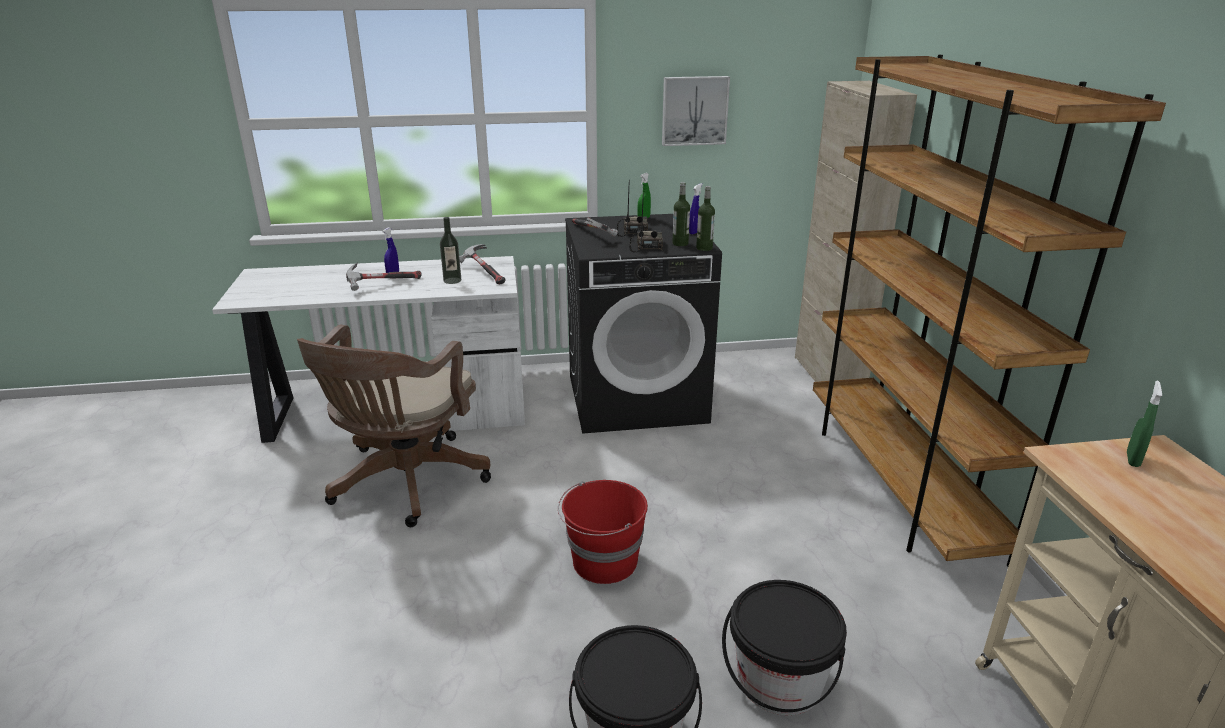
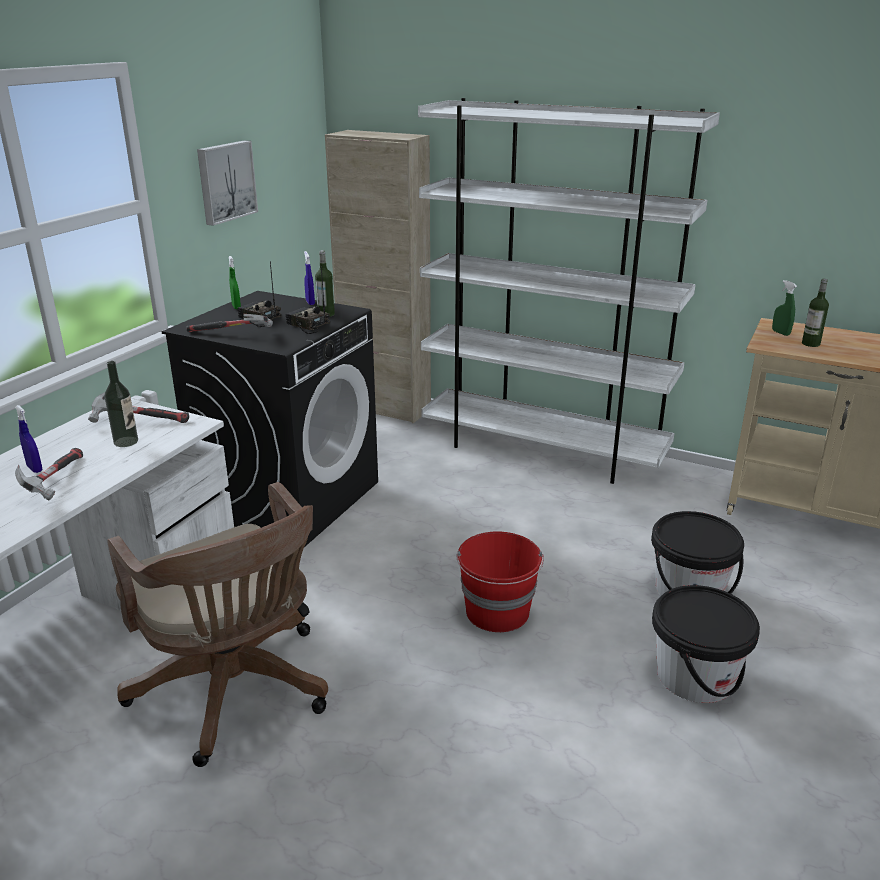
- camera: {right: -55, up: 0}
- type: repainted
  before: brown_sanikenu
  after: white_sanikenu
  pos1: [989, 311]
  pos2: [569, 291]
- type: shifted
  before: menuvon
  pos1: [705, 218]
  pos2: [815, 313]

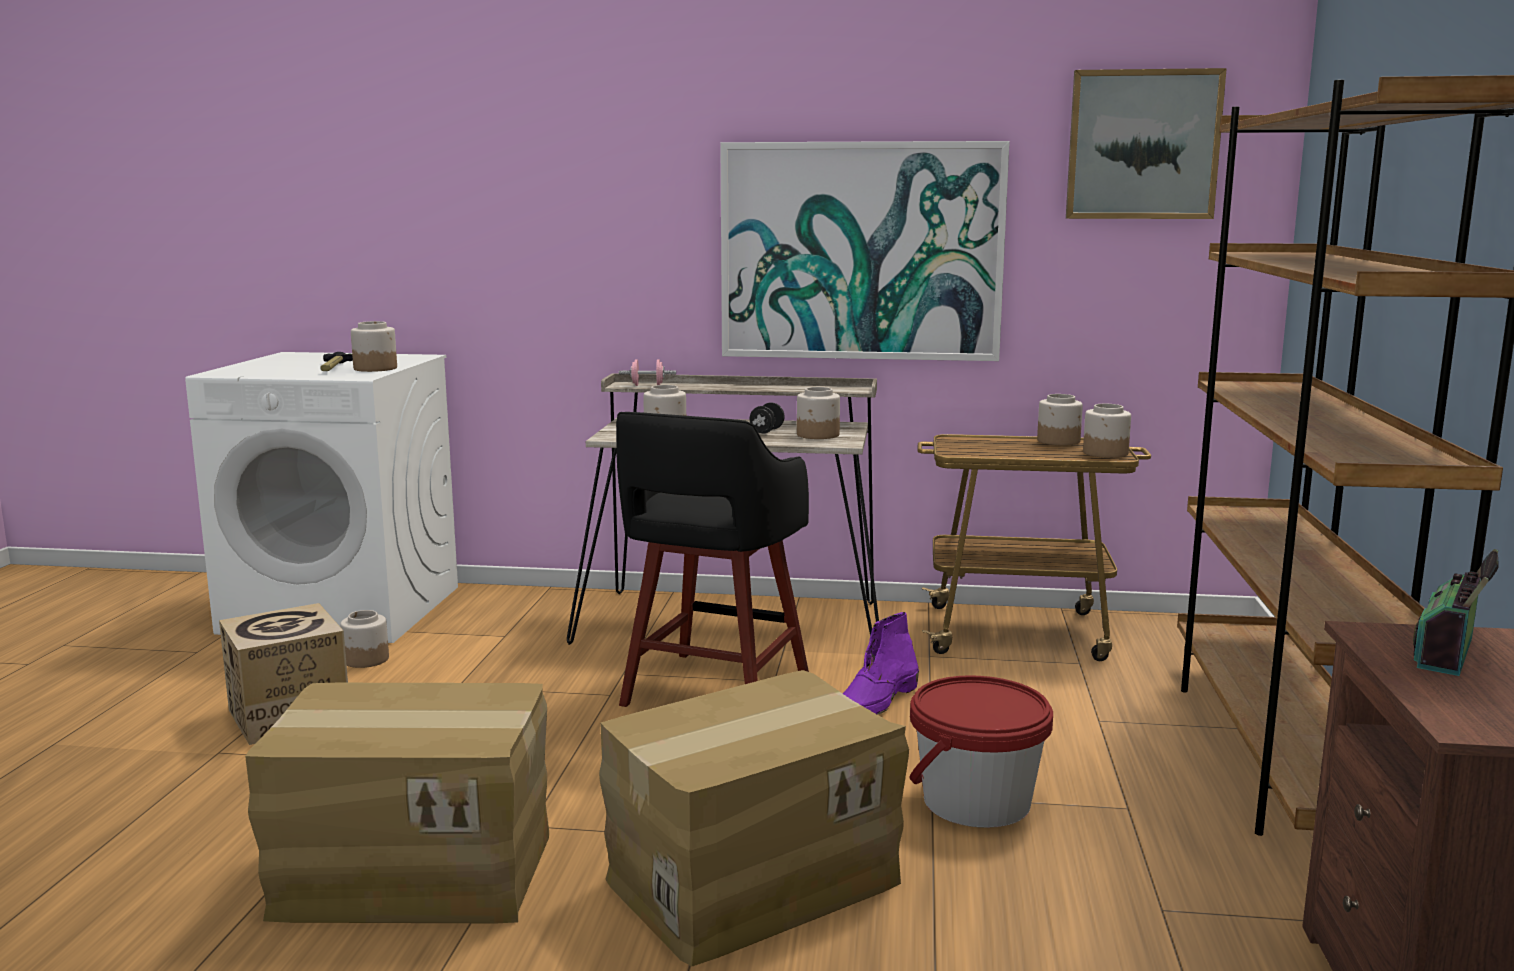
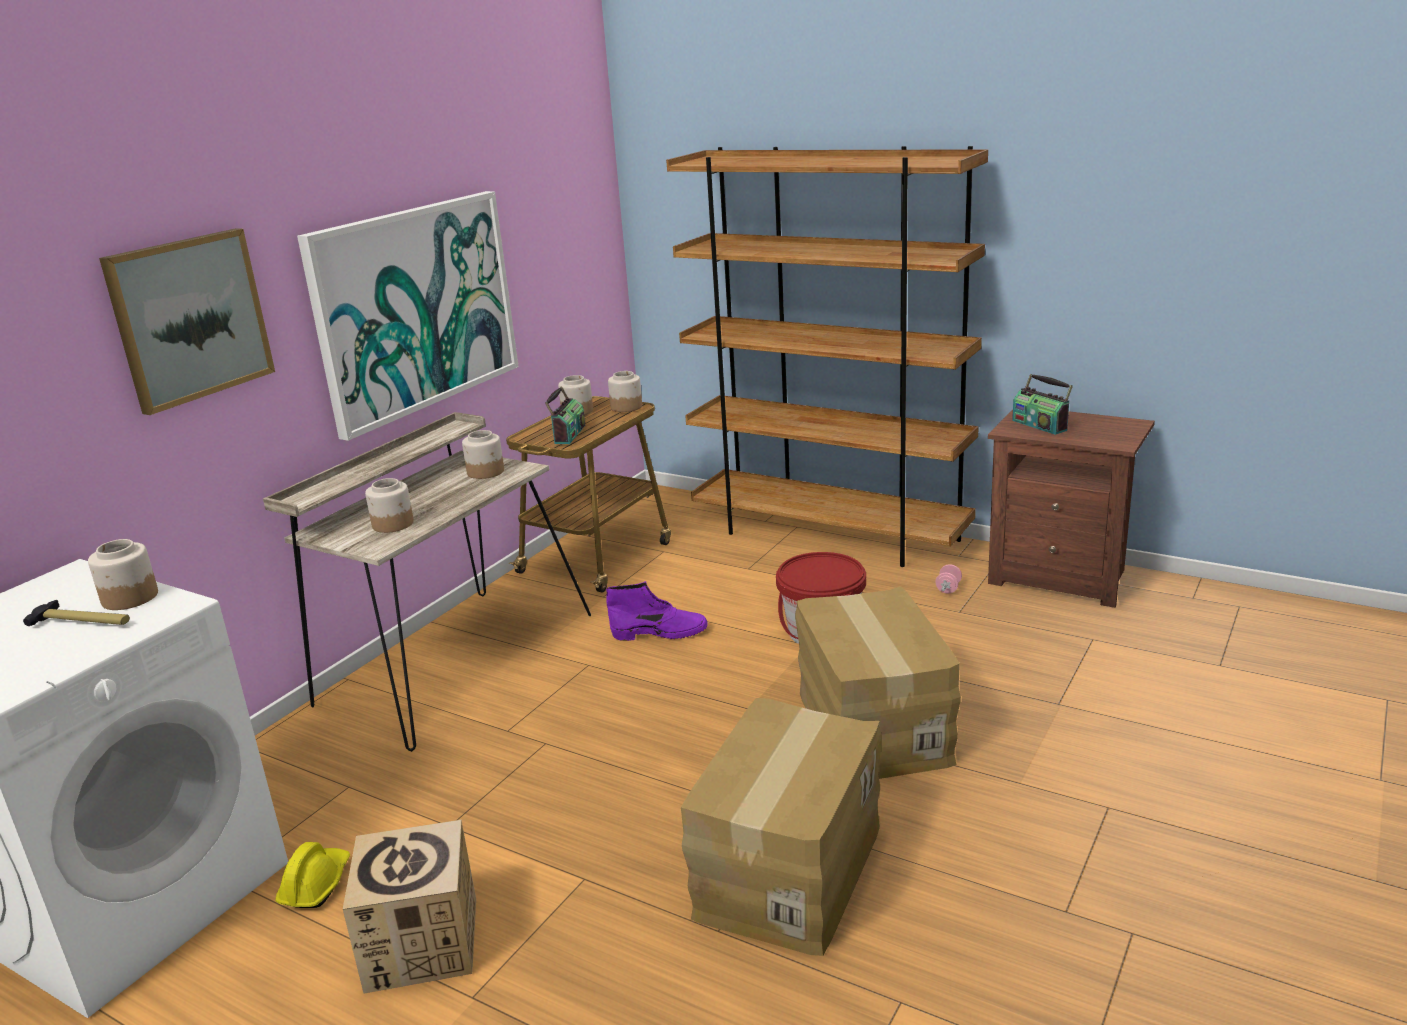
- camera: {right: -65, up: 10}
- type: shifted
  before: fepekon
  pos1: [1146, 143]
  pos2: [187, 321]
- type: shifted
  before: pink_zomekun
  pos1: [647, 372]
  pos2: [949, 578]
- type: gone
  before: black_zomekun
  pos1: [767, 417]
- type: gone
  before: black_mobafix
  pos1: [712, 559]
- type: swapped
  before: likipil
  after: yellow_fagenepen
  pos1: [364, 639]
  pos2: [312, 875]
- type: rotated
  before: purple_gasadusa
  pos1: [880, 663]
  pos2: [657, 611]
  turn: -60
- type: new
  after: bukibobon
  pos2: [565, 415]

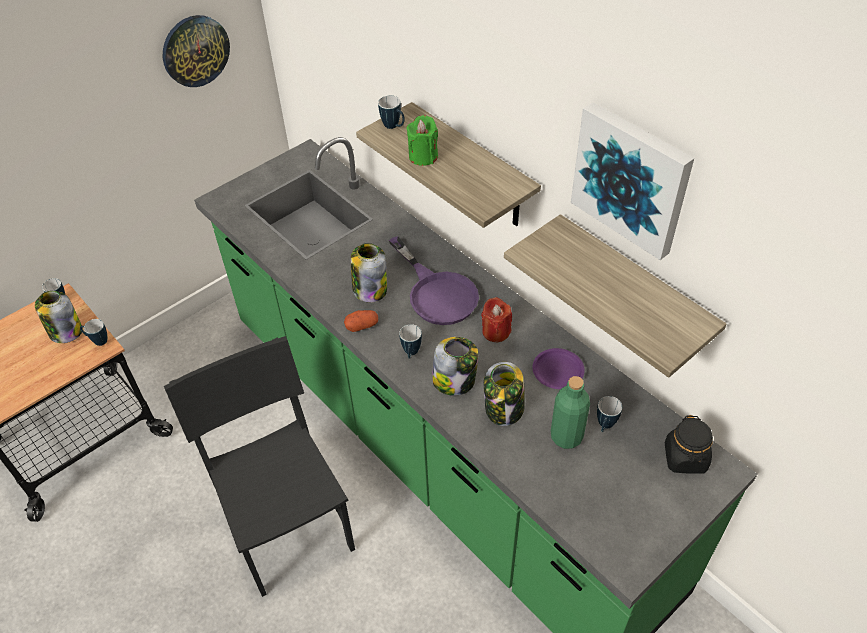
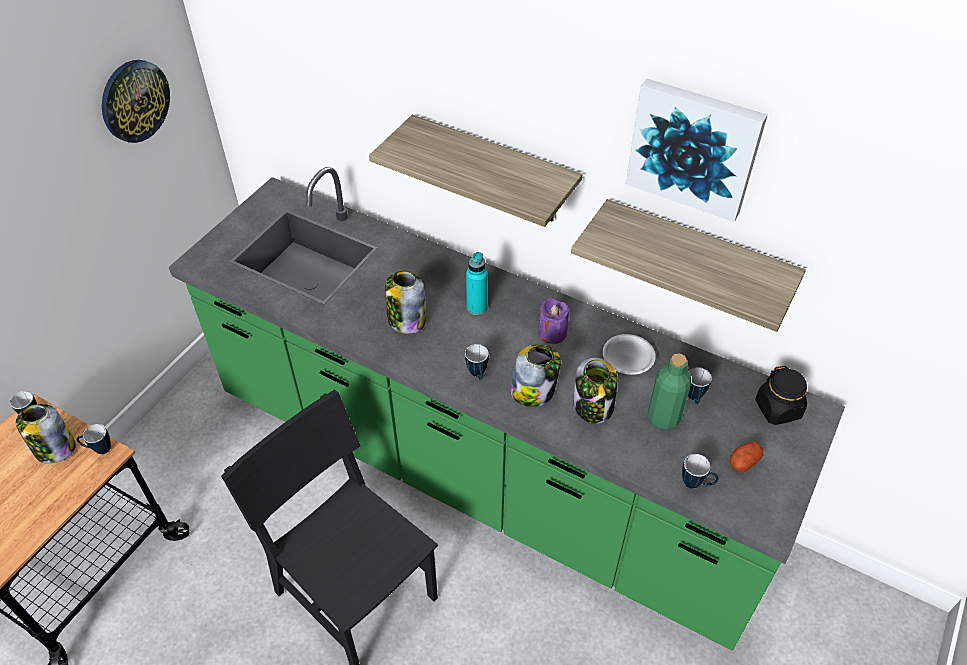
- camera: {right: -20, up: 0}
- type: shifted
  before: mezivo
  pos1: [391, 112]
  pos2: [700, 471]
- type: gone
  before: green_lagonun
  pos1: [422, 140]
- type: swapped
  before: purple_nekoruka
  after: turquoise_menuvon
  pos1: [434, 280]
  pos2: [476, 283]
- type: repainted
  before: red_lagonun
  after: purple_lagonun
  pos1: [496, 319]
  pos2: [554, 320]
- type: shifted
  before: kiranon
  pos1: [361, 321]
  pos2: [746, 456]
- type: repainted
  before: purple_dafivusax
  after: white_dafivusax
  pos1: [558, 368]
  pos2: [629, 354]

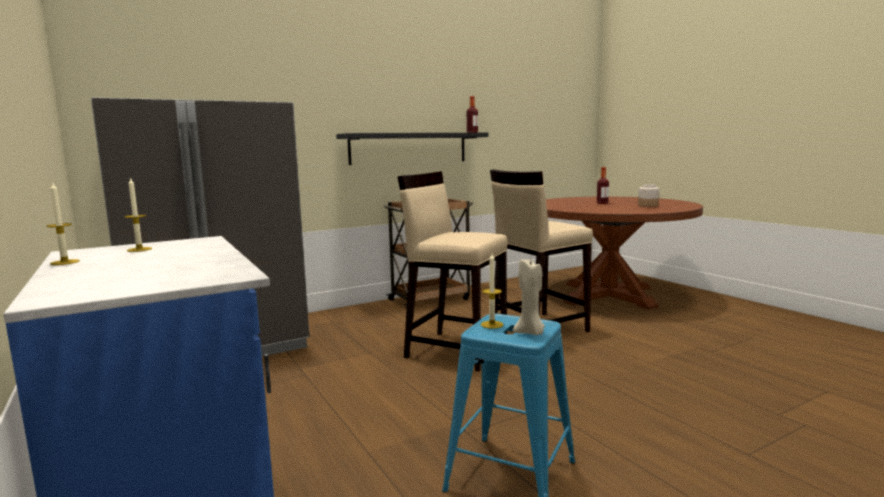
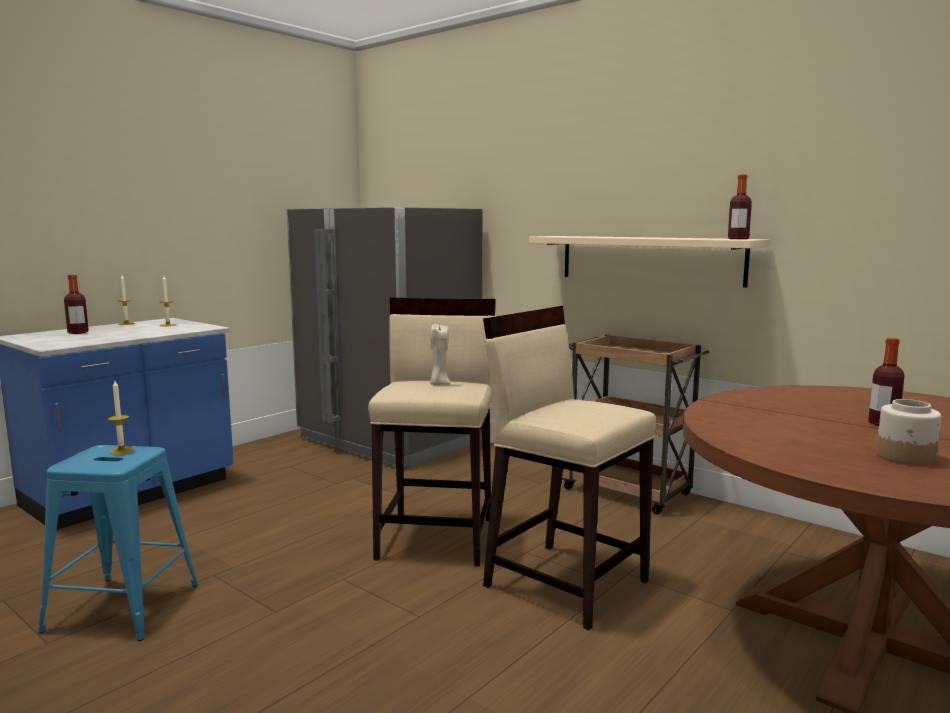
- camera: {right: 70, up: 0}
- type: repainted
  before: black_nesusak
  after: beige_nesusak
  pos1: [412, 149]
  pos2: [649, 262]
- type: shifted
  before: beige_lagonun
  pos1: [529, 297]
  pos2: [440, 354]
- type: new
  after: menuvon
  pos2: [76, 304]

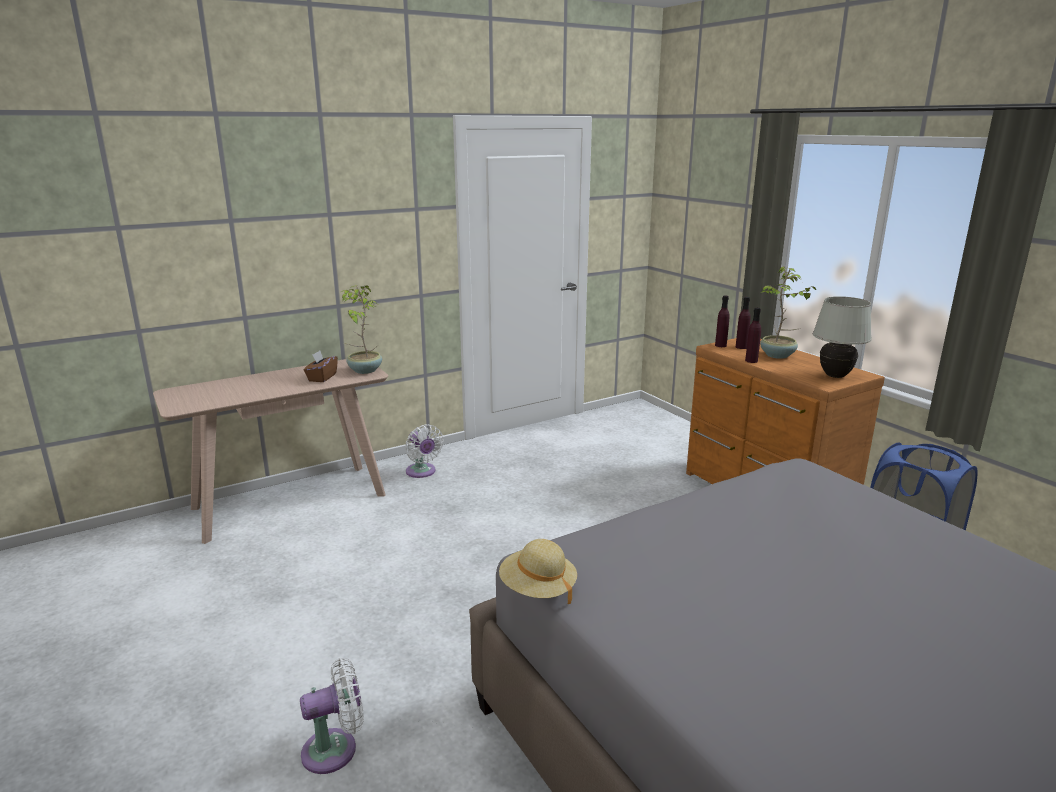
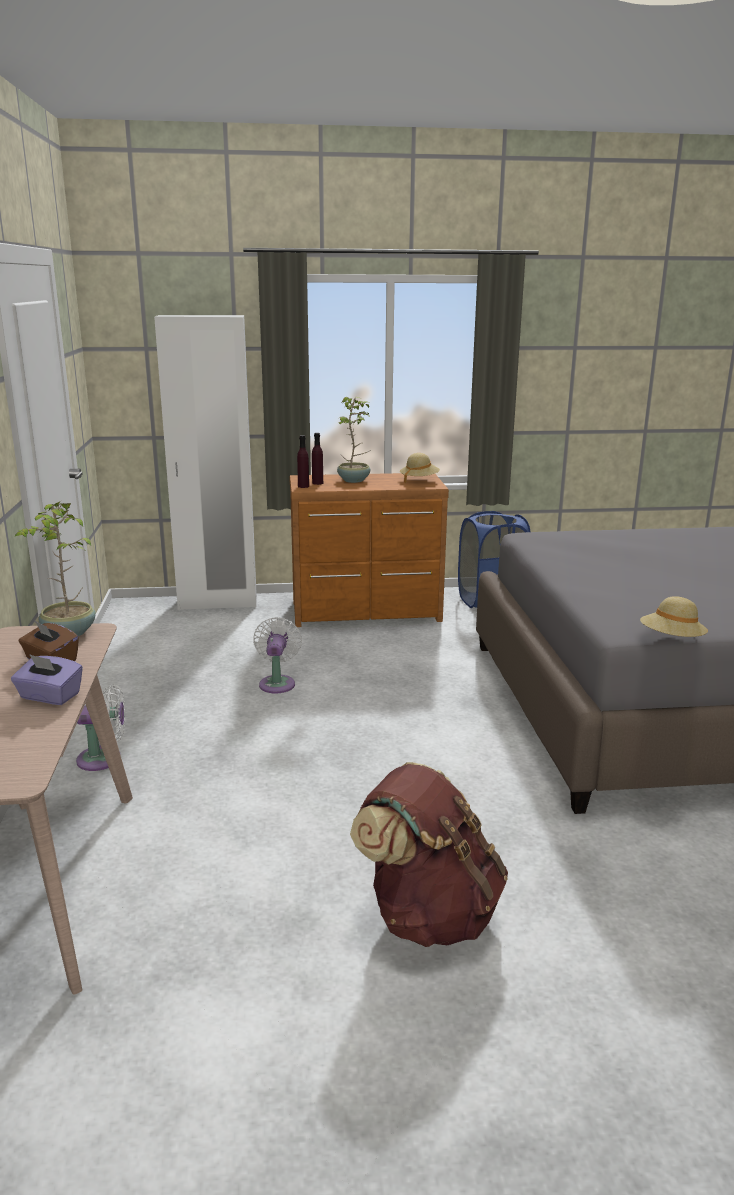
- camera: {right: -65, up: 0}
- type: swapped
  before: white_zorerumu
  after: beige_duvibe
  pos1: [842, 337]
  pos2: [420, 468]
- type: gone
  before: purple_menuvon
  pos1: [753, 335]
- type: shifted
  before: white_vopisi
  pos1: [332, 716]
  pos2: [277, 655]
- type: new
  after: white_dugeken
  pos2: [205, 462]
- type: new
  after: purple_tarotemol
  pos2: [47, 679]
- type: new
  after: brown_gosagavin
  pos2: [429, 854]

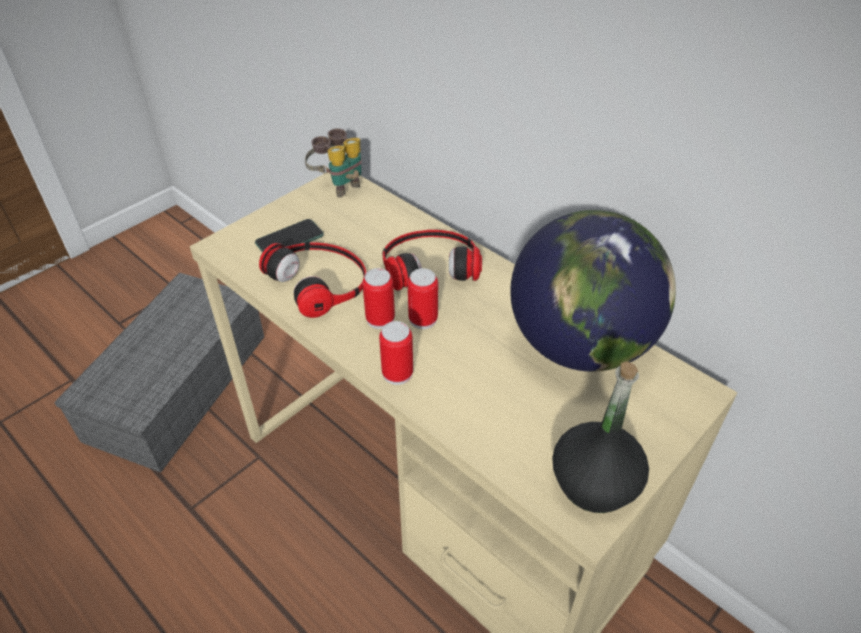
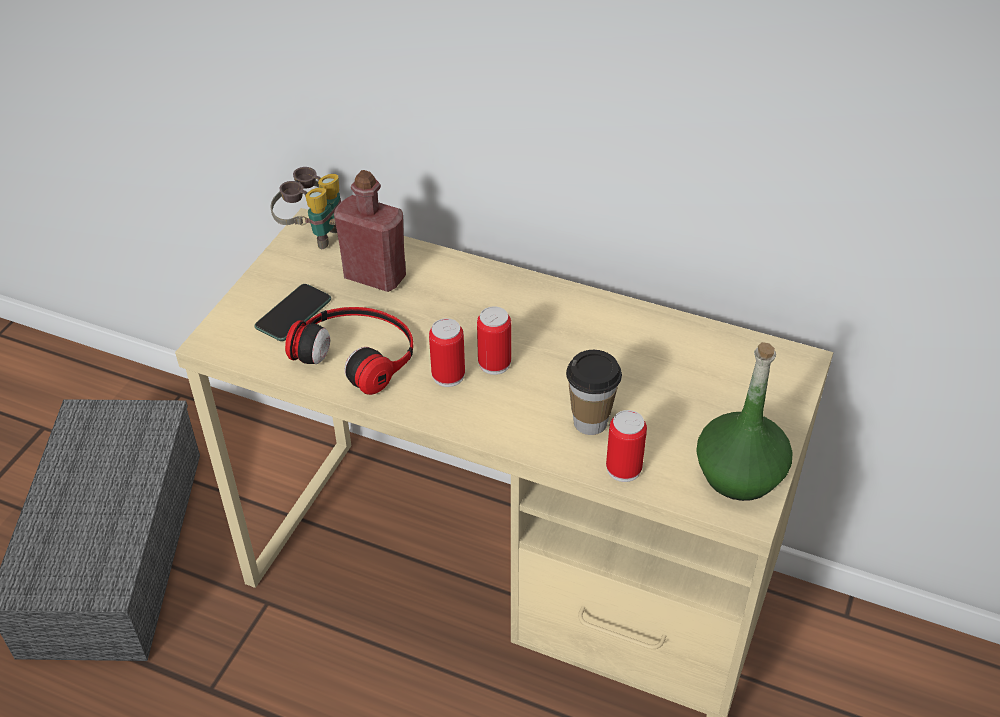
- camera: {right: -20, up: 0}
- type: gone
  before: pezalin
  pos1: [593, 291]
- type: gone
  before: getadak
  pos1: [432, 260]
- type: shifted
  before: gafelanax
  pos1: [396, 353]
  pos2: [626, 446]
- type: repainted
  before: black_menuvon
  after: green_menuvon
  pos1: [600, 437]
  pos2: [744, 421]
- type: new
  after: red_menuvon
  pos2: [370, 231]
- type: new
  after: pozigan
  pos2: [594, 392]

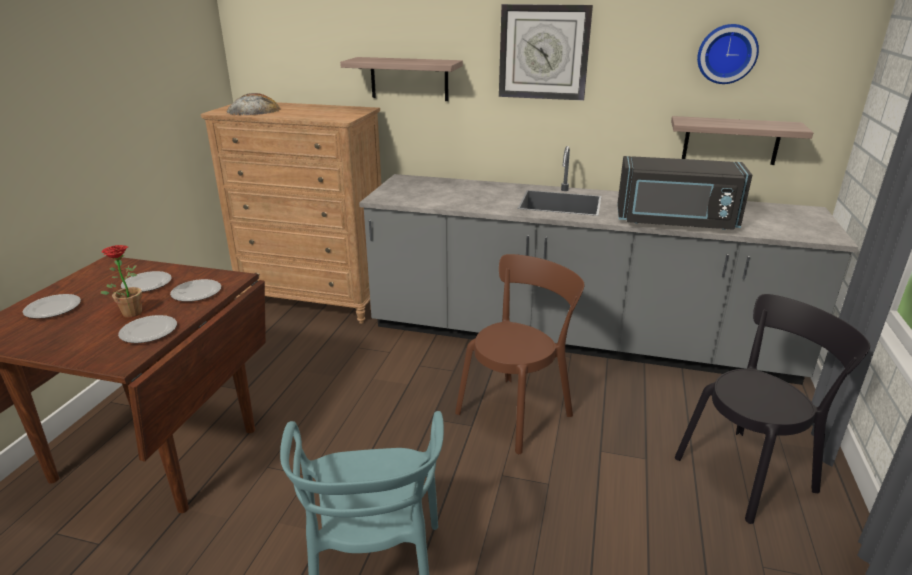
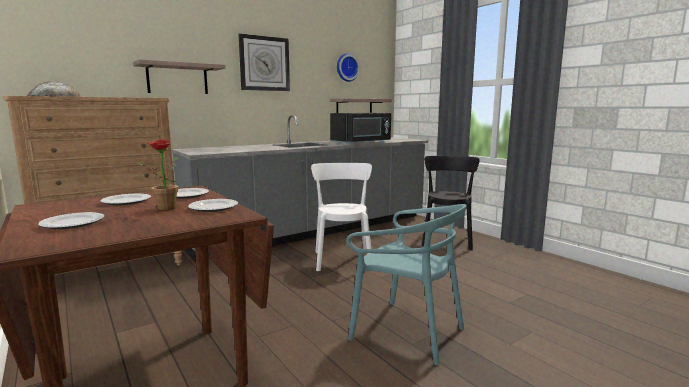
- camera: {right: -50, up: -15}
- type: repainted
  before: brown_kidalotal
  after: white_kidalotal
  pos1: [520, 354]
  pos2: [341, 217]

